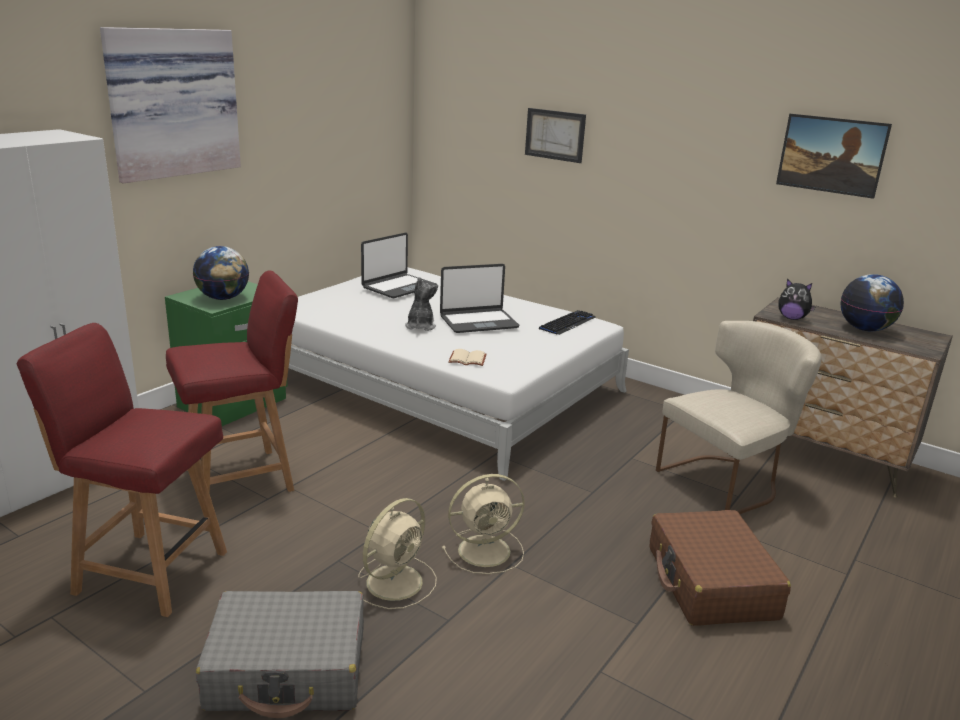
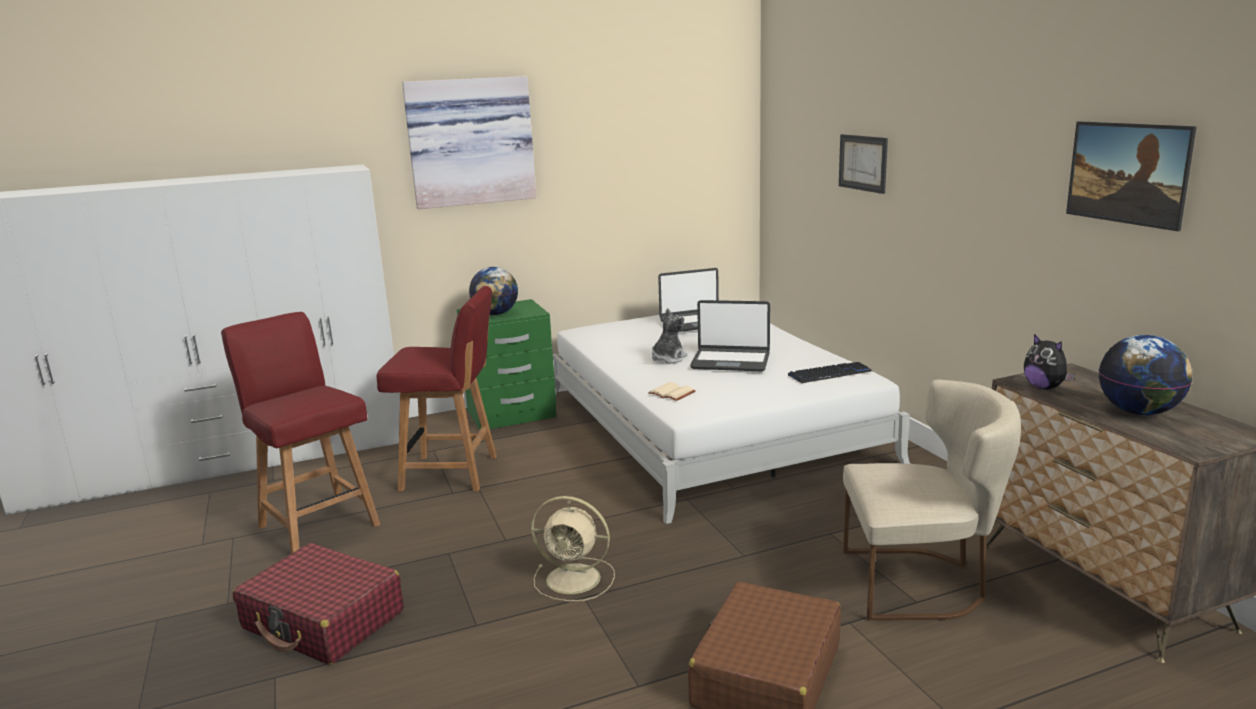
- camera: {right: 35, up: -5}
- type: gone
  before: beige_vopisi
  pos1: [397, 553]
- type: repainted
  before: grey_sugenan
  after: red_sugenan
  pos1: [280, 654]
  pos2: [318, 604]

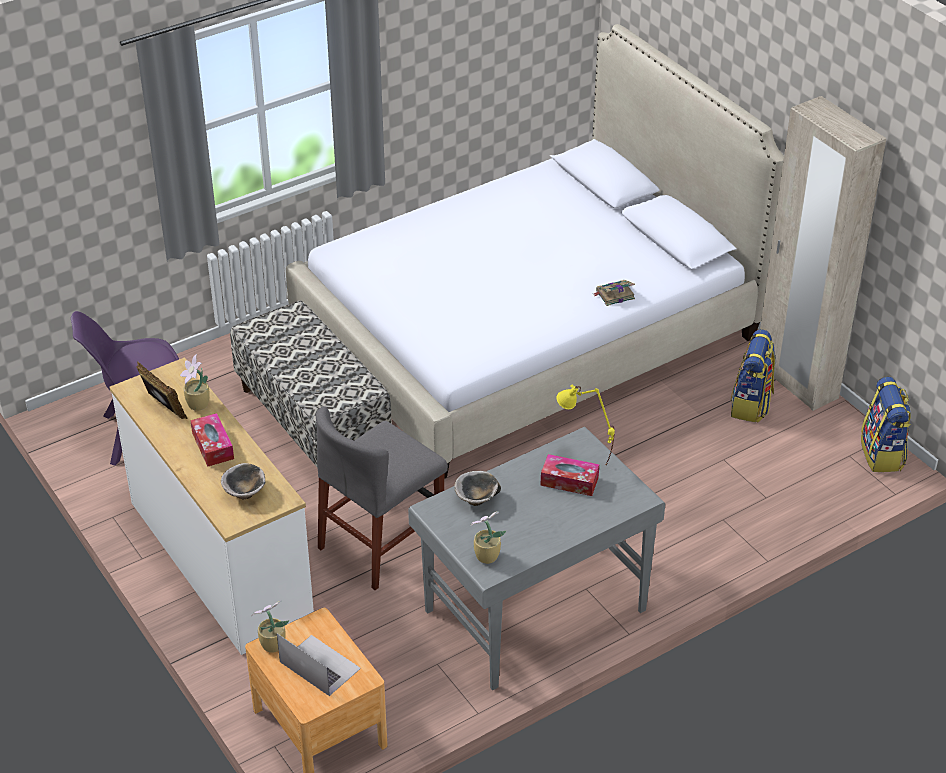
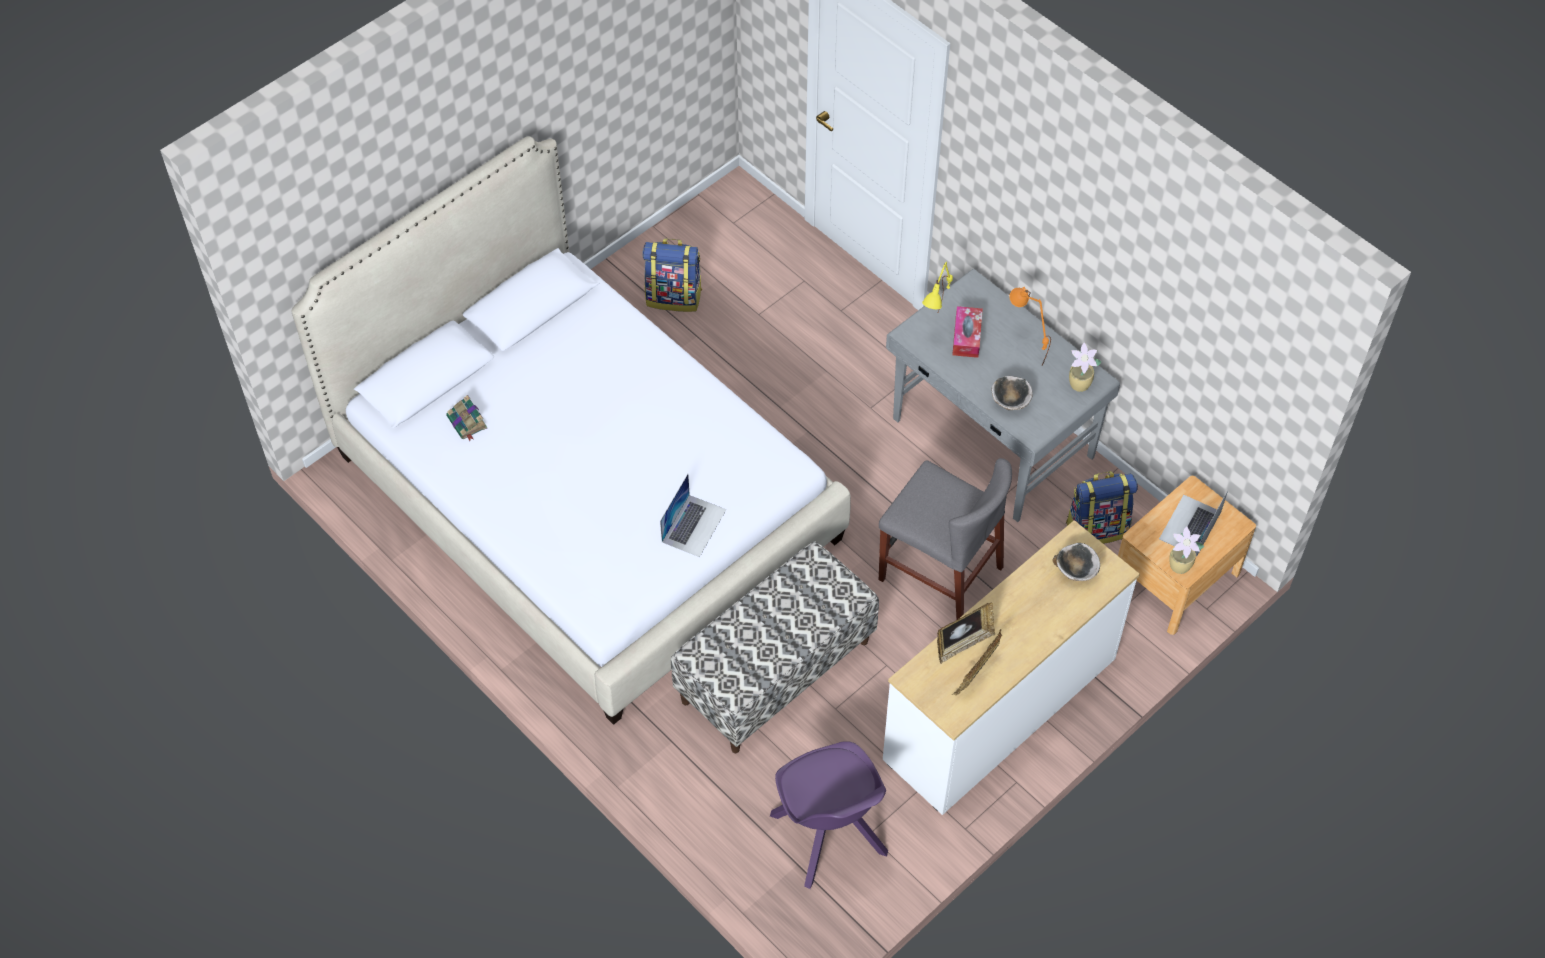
- camera: {right: -100, up: 15}
- type: gone
  before: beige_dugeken
  pos1: [823, 253]
- type: shifted
  before: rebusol
  pos1: [614, 293]
  pos2: [466, 418]
- type: swapped
  before: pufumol
  after: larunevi
  pos1: [195, 382]
  pos2: [966, 633]
- type: shifted
  before: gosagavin
  pos1: [886, 424]
  pos2: [1102, 507]
- type: gone
  before: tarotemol
  pos1: [212, 440]
- type: new
  after: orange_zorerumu
  pos2: [1030, 326]
- type: new
  after: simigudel
  pos2: [693, 515]

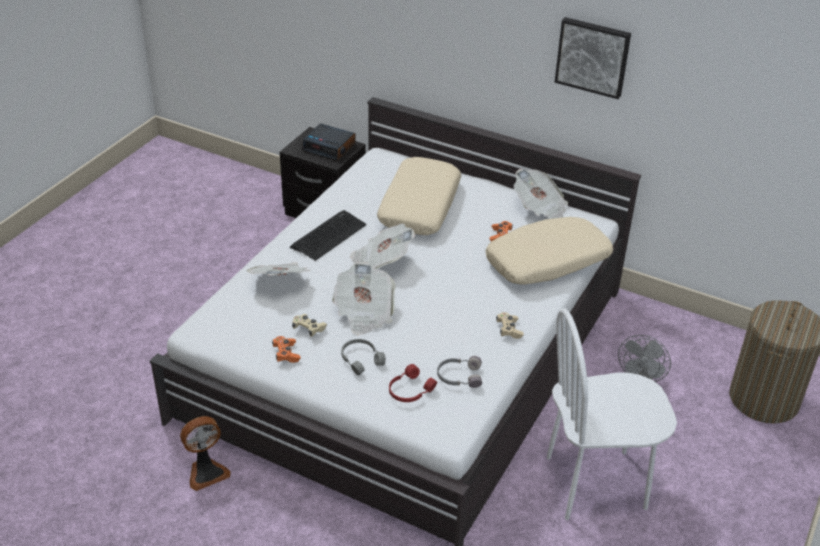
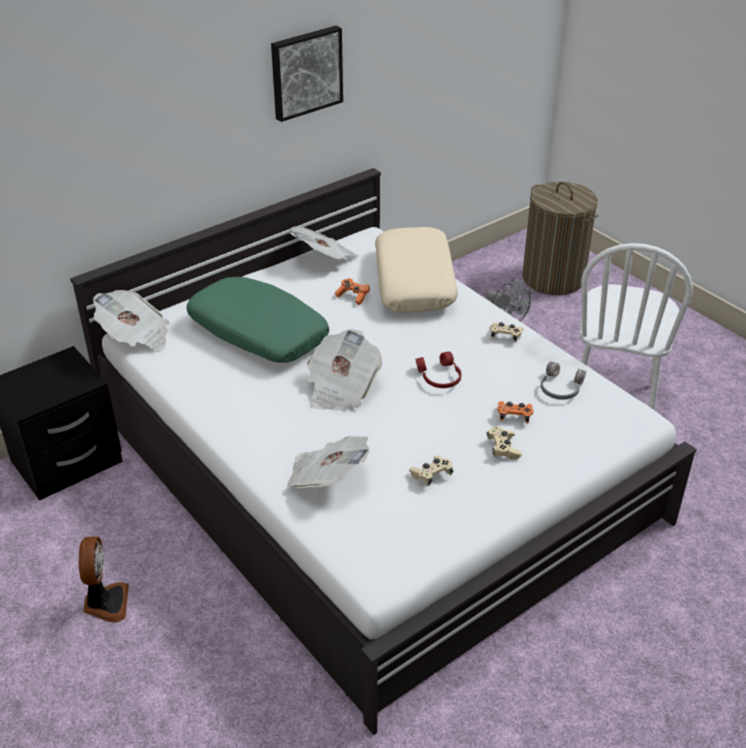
- camera: {right: -65, up: 0}
- type: gone
  before: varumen
  pos1: [328, 142]
- type: repainted
  before: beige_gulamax
  after: green_gulamax
  pos1: [419, 196]
  pos2: [257, 320]
- type: gone
  before: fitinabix
  pos1: [328, 235]
- type: shifted
  before: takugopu
  pos1: [364, 298]
  pos2: [131, 320]
- type: shifted
  before: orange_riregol
  pos1: [286, 349]
  pos2: [515, 412]
- type: swapped
  before: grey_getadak
  after: beige_riregol
  pos1: [363, 357]
  pos2: [504, 443]
- type: shifted
  before: red_getadak
  pos1: [413, 383]
  pos2: [438, 369]
- type: shifted
  before: vopisi
  pos1: [205, 453]
  pos2: [104, 580]

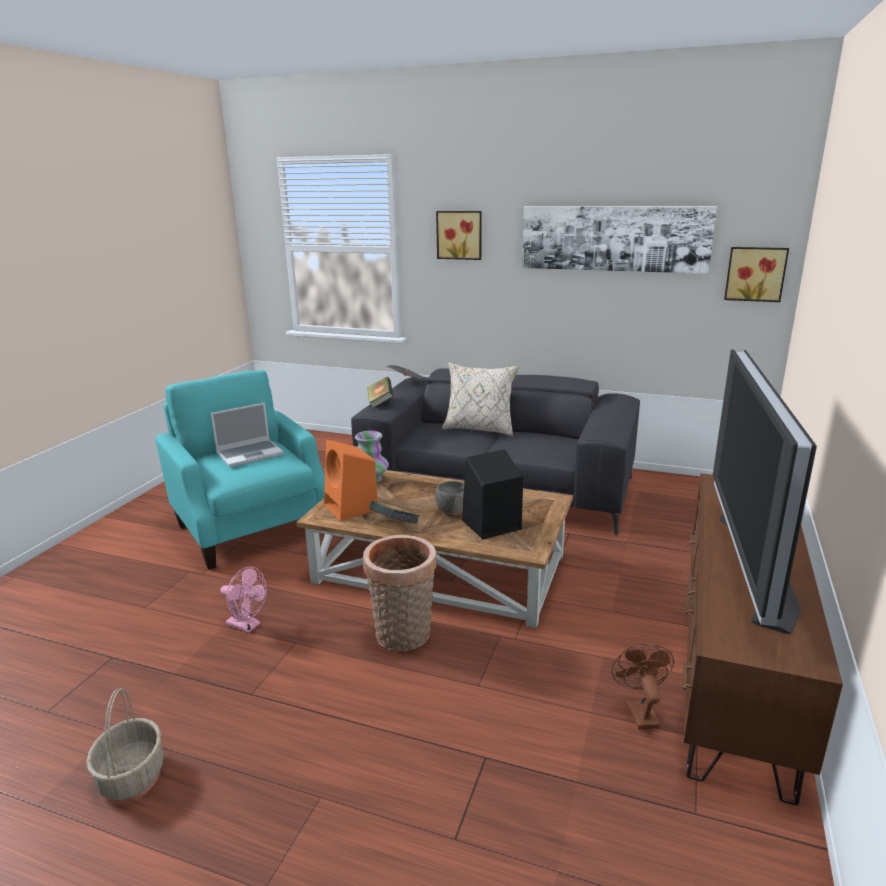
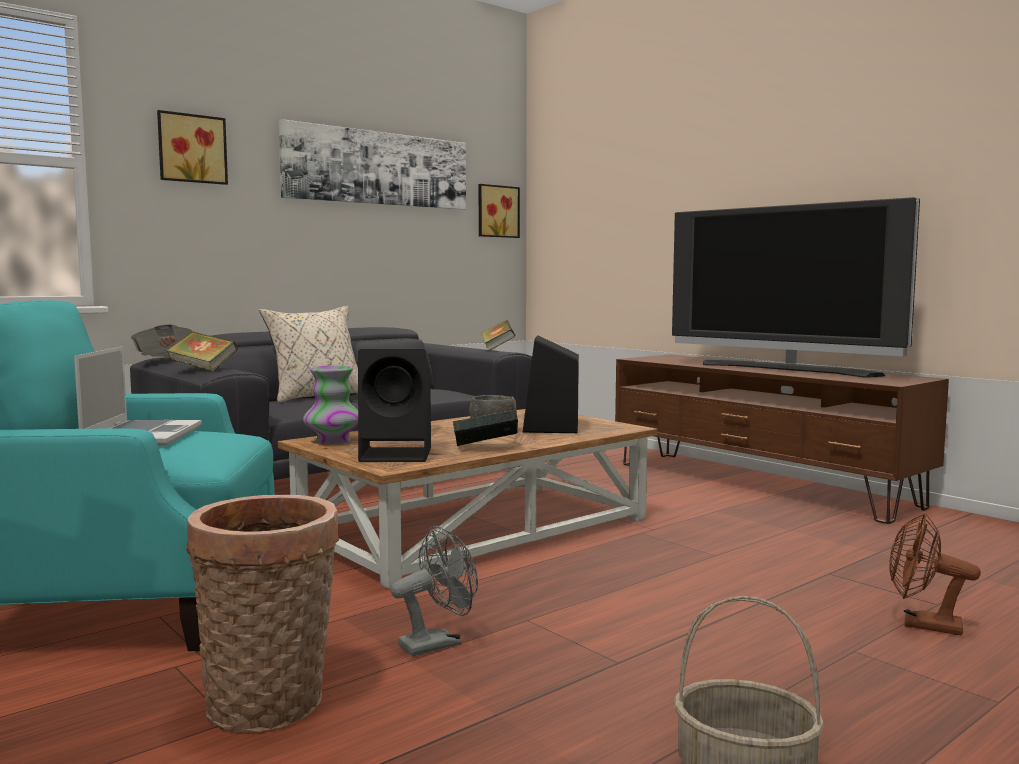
- camera: {right: -60, up: -15}
- type: repainted
  before: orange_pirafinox
  after: black_pirafinox
  pos1: [350, 480]
  pos2: [394, 405]
- type: shifted
  before: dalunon
  pos1: [400, 593]
  pos2: [262, 613]
- type: repainted
  before: pink_vopisi
  after: grey_vopisi
  pos1: [243, 600]
  pos2: [434, 590]
- type: shifted
  before: brown_vopisi
  pos1: [642, 686]
  pos2: [935, 574]
- type: new
  after: rebusol
  pos2: [498, 335]

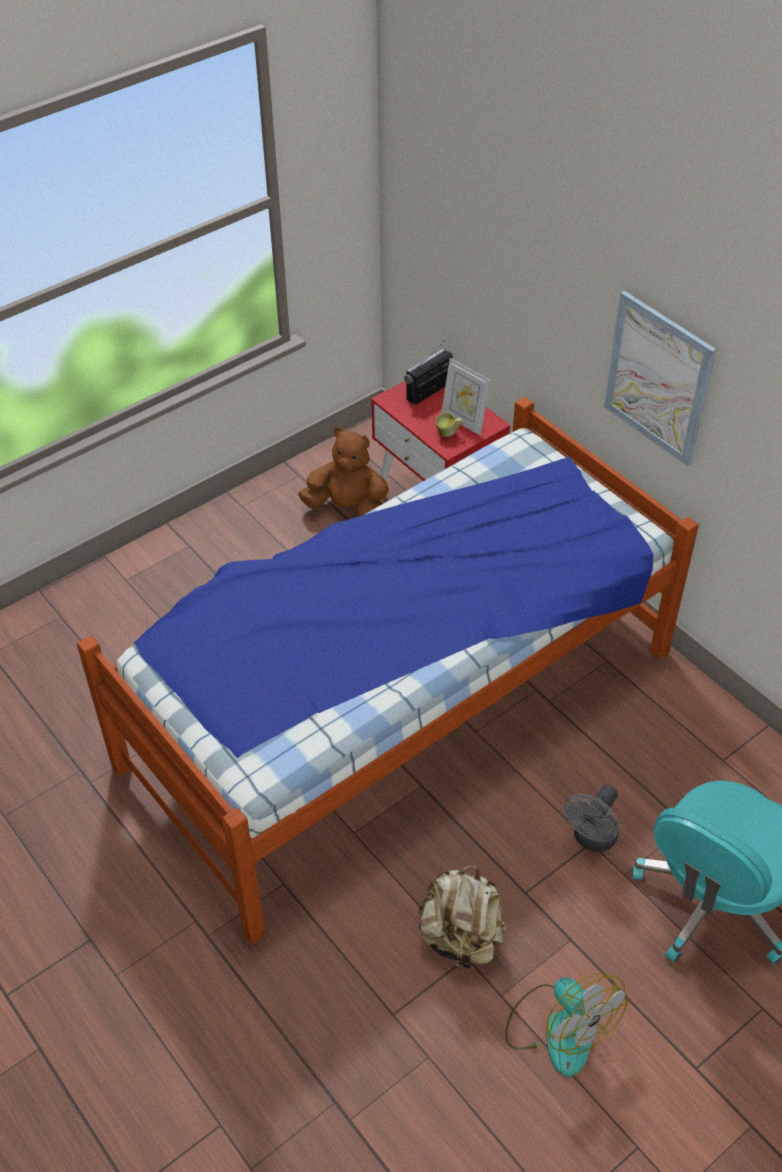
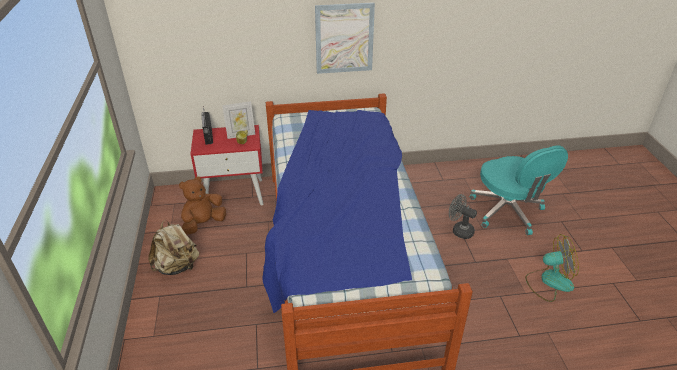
- camera: {right: -60, up: -10}
- type: rotated
  before: grey_vopisi
  pos1: [591, 818]
  pos2: [463, 216]
  turn: 150
- type: shifted
  before: beige_gosagavin
  pos1: [462, 917]
  pos2: [173, 247]

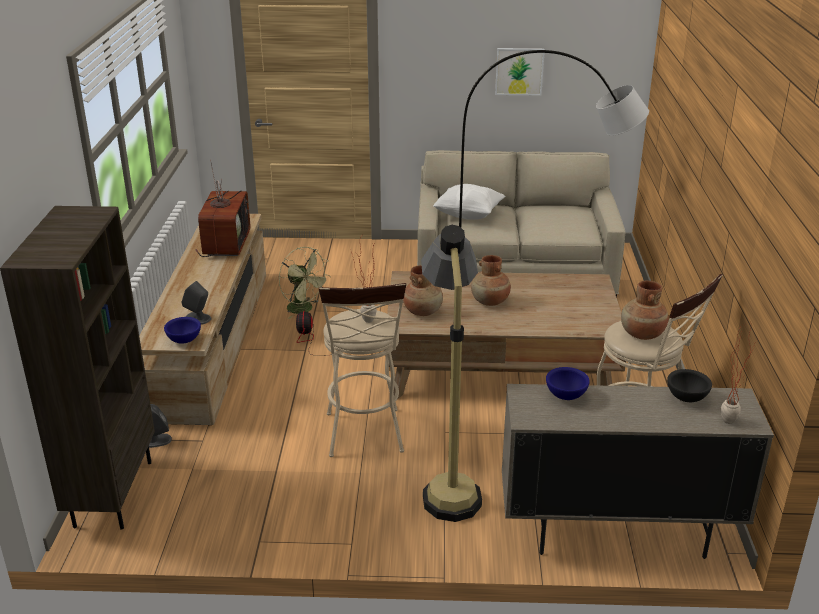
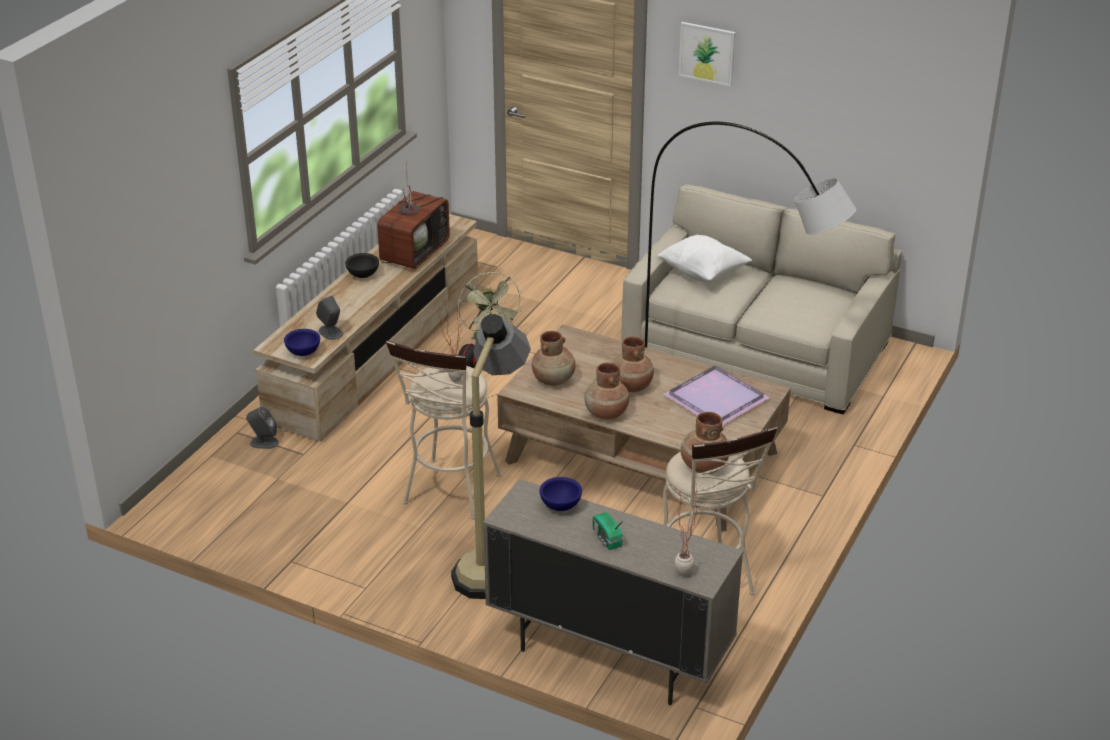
- camera: {right: 25, up: 5}
- type: shifted
  before: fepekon
  pos1: [520, 71]
  pos2: [707, 54]
- type: gone
  before: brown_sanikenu
  pos1: [77, 368]
- type: shifted
  before: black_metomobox
  pos1: [689, 385]
  pos2: [362, 265]
- type: new
  after: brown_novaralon
  pos2: [607, 391]
- type: new
  after: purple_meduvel
  pos2: [716, 395]
- type: new
  after: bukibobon
  pos2: [609, 531]

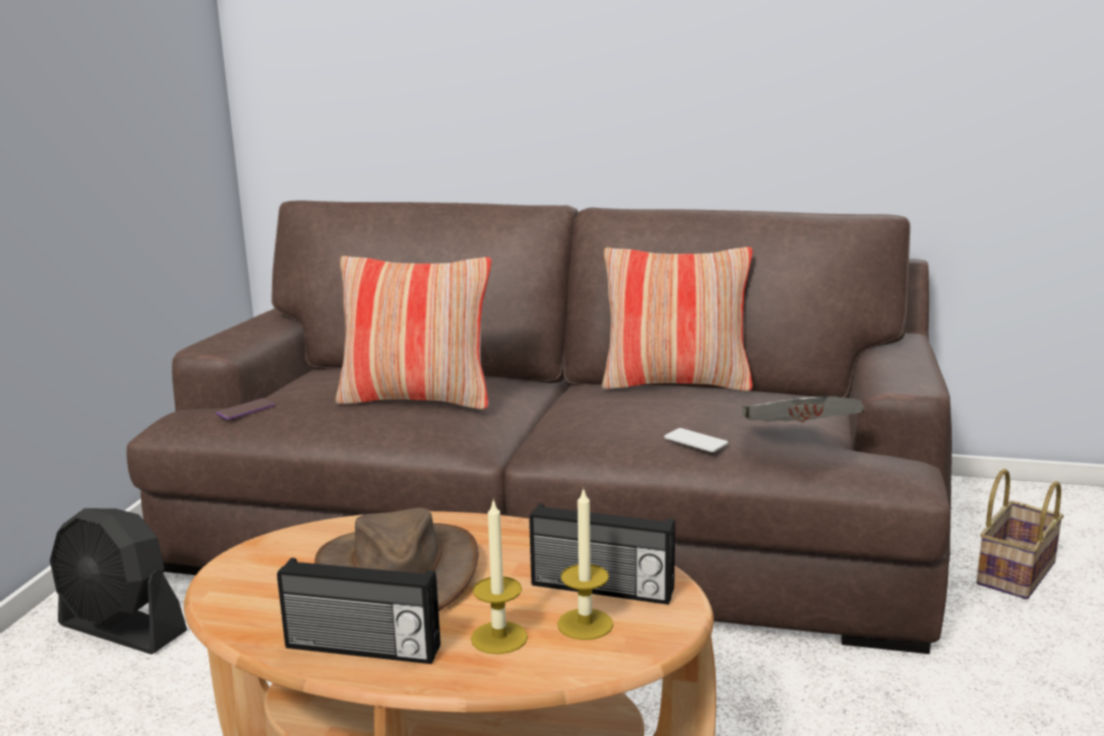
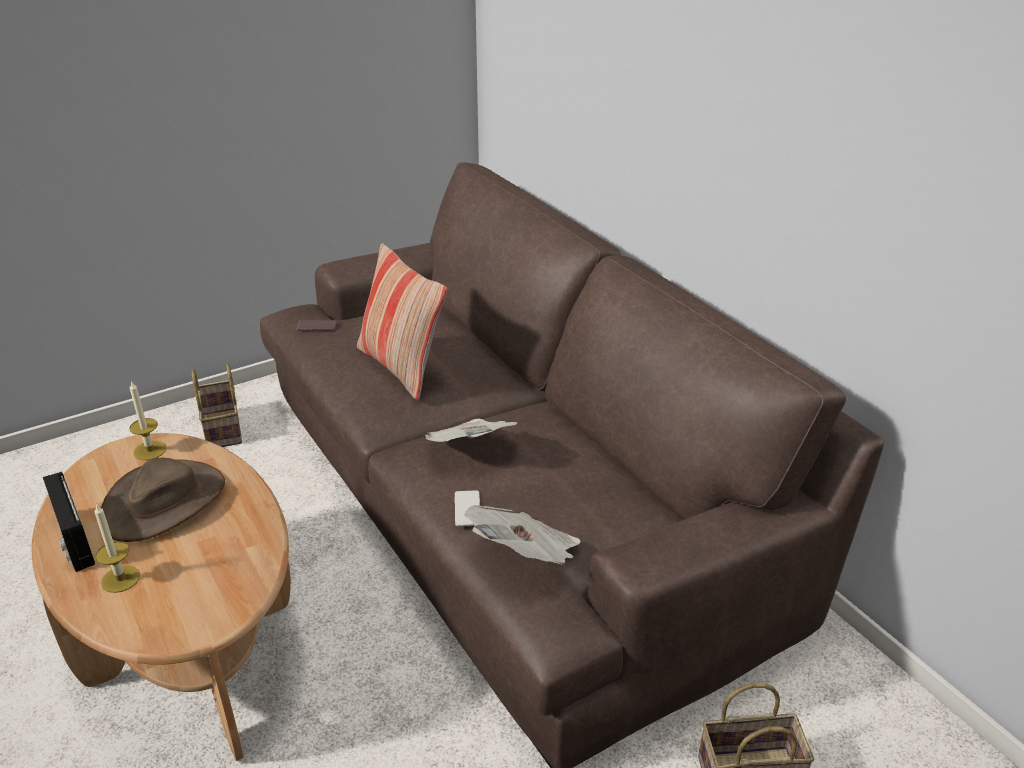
- camera: {right: 45, up: 15}
- type: gone
  before: gulamax
  pos1: [677, 319]
- type: shifted
  before: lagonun
  pos1: [585, 563]
  pos2: [147, 420]
- type: gone
  before: bukibobon
  pos1: [602, 554]
- type: swapped
  before: black_vopisi
  after: dalunon
  pos1: [118, 581]
  pos2: [217, 405]
- type: new
  after: takugopu
  pos2: [471, 430]

